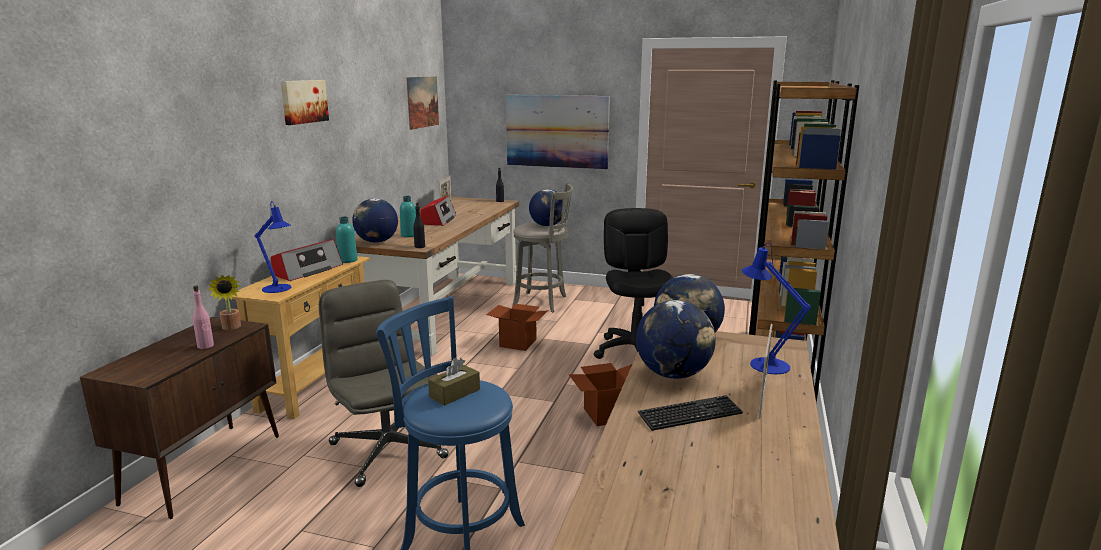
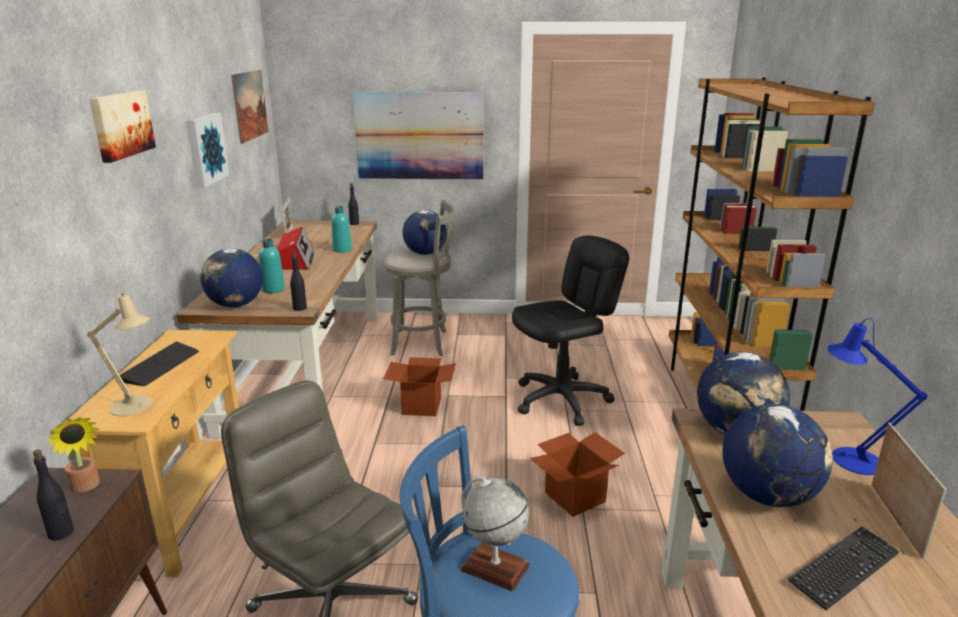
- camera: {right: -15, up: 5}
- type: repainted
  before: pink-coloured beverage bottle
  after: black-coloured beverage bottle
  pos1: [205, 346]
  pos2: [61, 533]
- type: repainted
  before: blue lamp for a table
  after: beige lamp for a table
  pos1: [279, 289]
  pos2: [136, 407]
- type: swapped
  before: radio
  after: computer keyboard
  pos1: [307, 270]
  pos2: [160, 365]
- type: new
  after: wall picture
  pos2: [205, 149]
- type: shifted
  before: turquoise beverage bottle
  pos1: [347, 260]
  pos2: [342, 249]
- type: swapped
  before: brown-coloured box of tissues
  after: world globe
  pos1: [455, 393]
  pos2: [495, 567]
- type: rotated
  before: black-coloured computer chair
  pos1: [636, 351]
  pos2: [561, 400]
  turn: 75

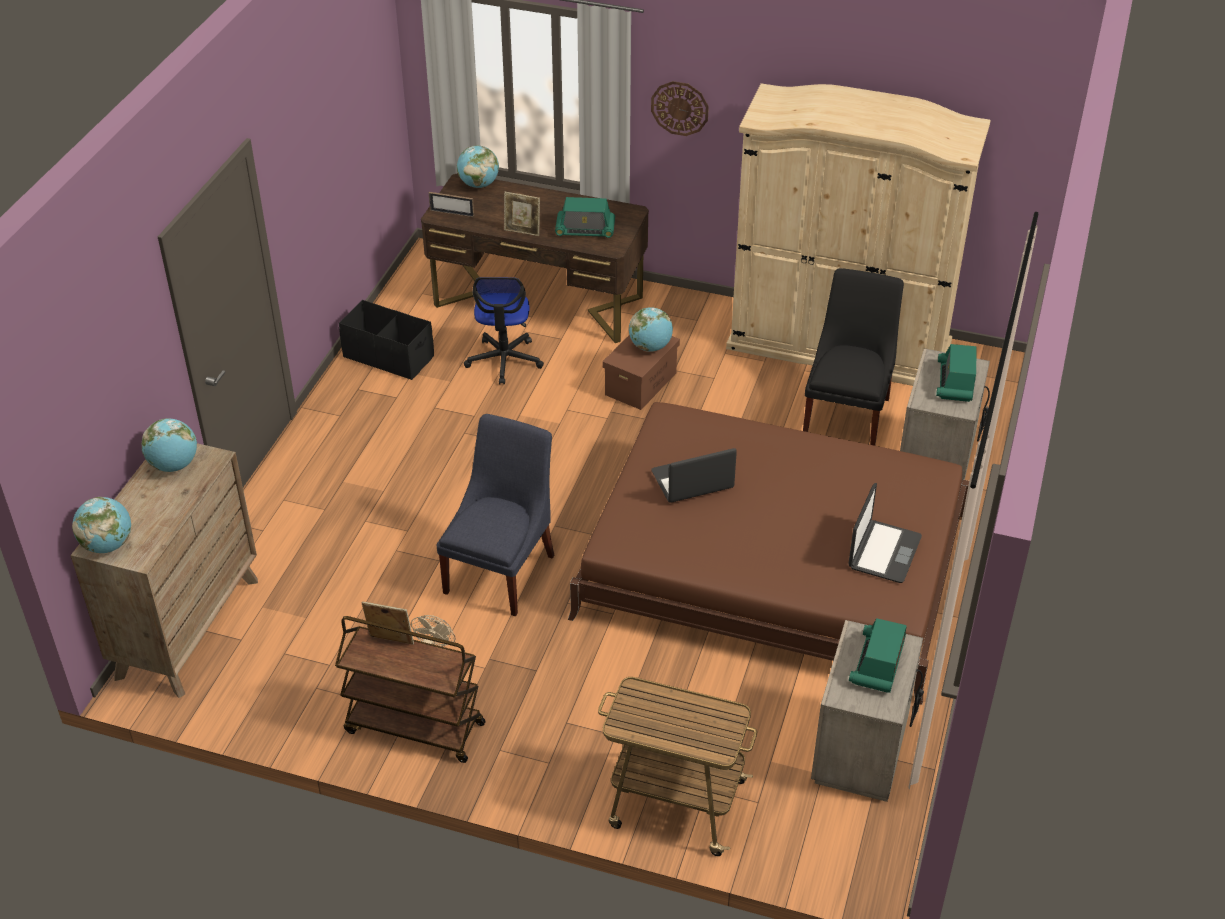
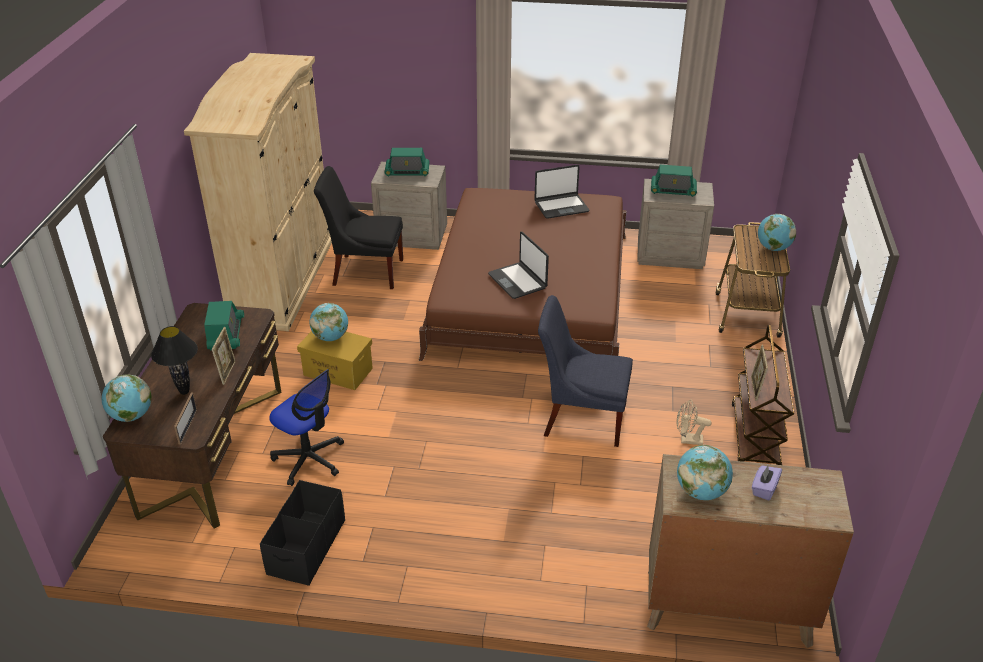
- camera: {right: -100, up: -5}
- type: new
  after: black-coloured lamp for a table
  pos2: [184, 392]
- type: rotated
  before: computer chair
  pos1: [504, 360]
  pos2: [309, 459]
  turn: 45
- type: repainted
  before: brown-coloured storage container
  after: yellow storage container
  pos1: [641, 383]
  pos2: [337, 372]
- type: rotated
  before: notebook computer
  pos1: [883, 552]
  pos2: [561, 206]
  turn: 150
- type: new
  after: purple-coloured box of tissues
  pos2: [764, 489]
- type: shifted
  before: world globe
  pos1: [107, 545]
  pos2: [773, 248]
- type: gone
  before: clock on the wall
  pos1: [680, 108]

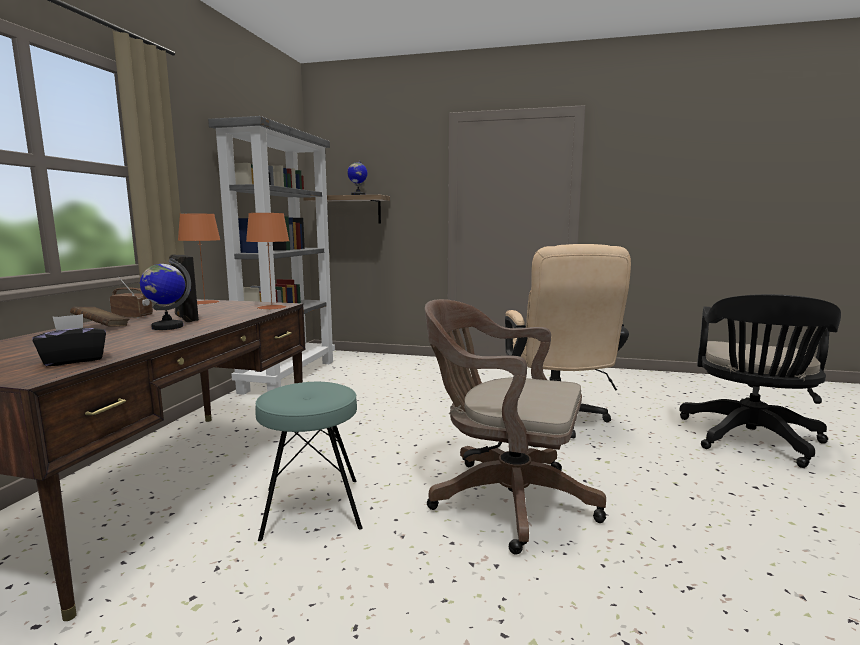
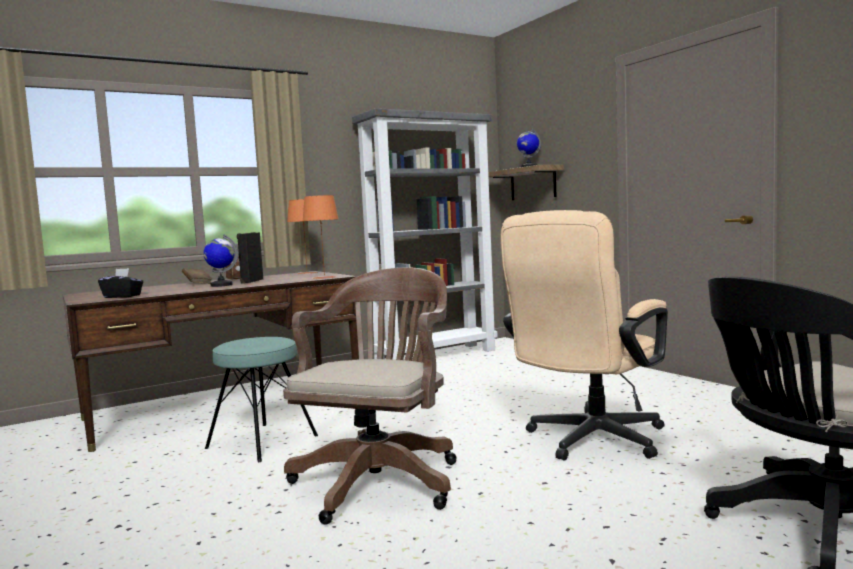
- camera: {right: 45, up: -5}
- type: rotated
  before: brown-coloured computer chair
  pos1: [503, 499]
  pos2: [380, 480]
  turn: 45

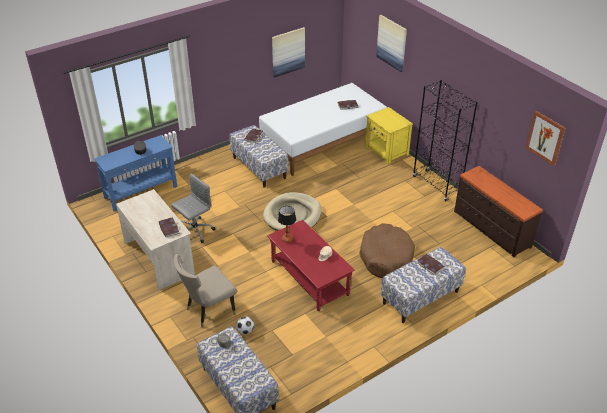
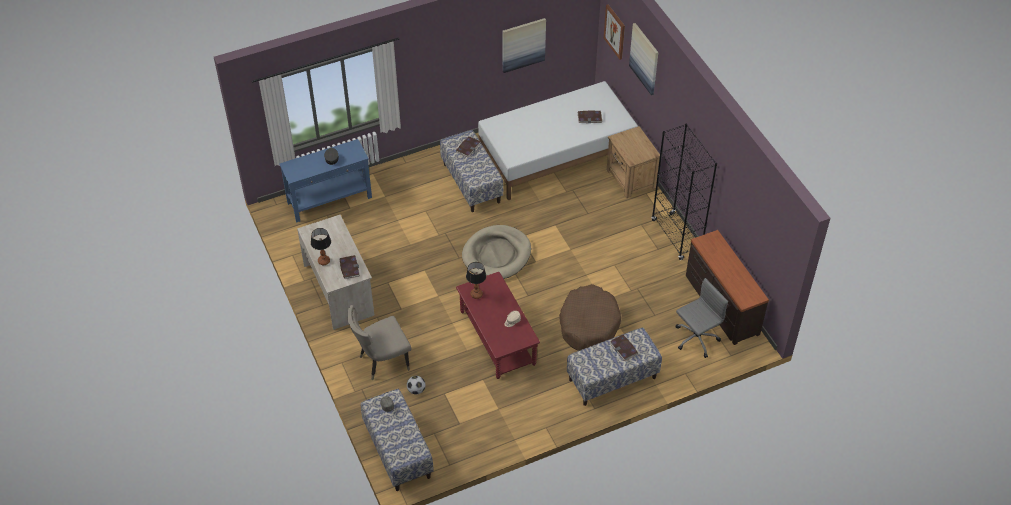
- camera: {right: 10, up: 10}
- type: new
  after: lamp for a table
  pos2: [323, 261]
- type: shifted
  before: wall picture
  pos1: [545, 137]
  pos2: [615, 31]
- type: repainted
  before: yellow night table
  after: brown-coloured night table
  pos1: [386, 151]
  pos2: [631, 179]
- type: shifted
  before: grey computer chair
  pos1: [194, 231]
  pos2: [695, 339]

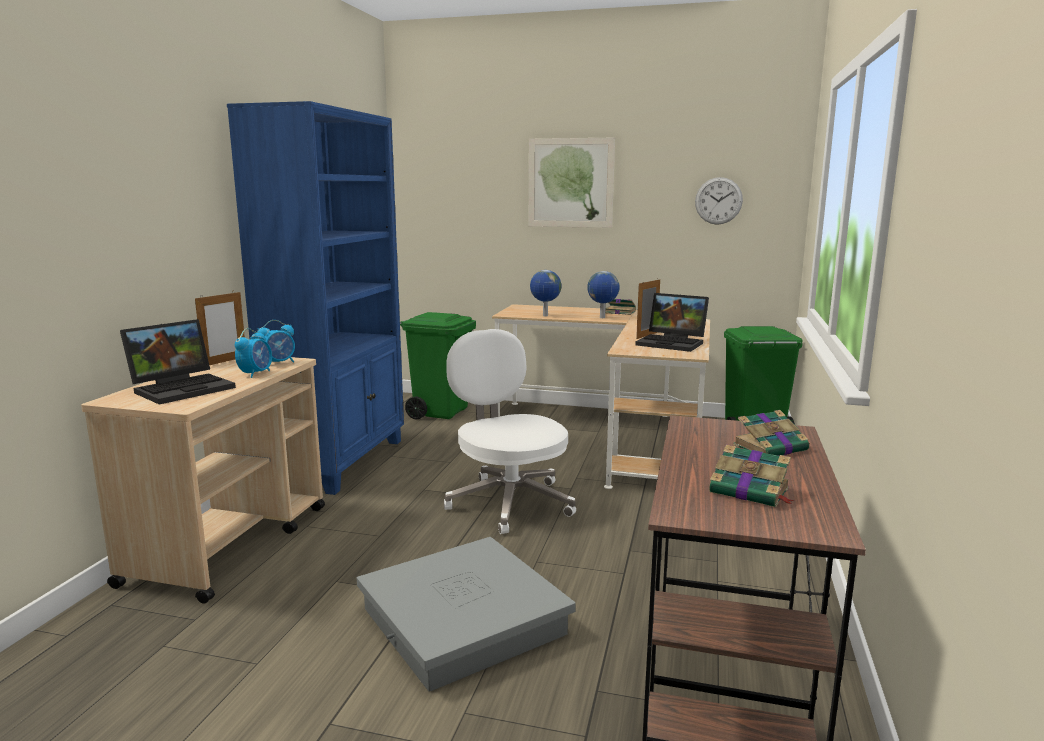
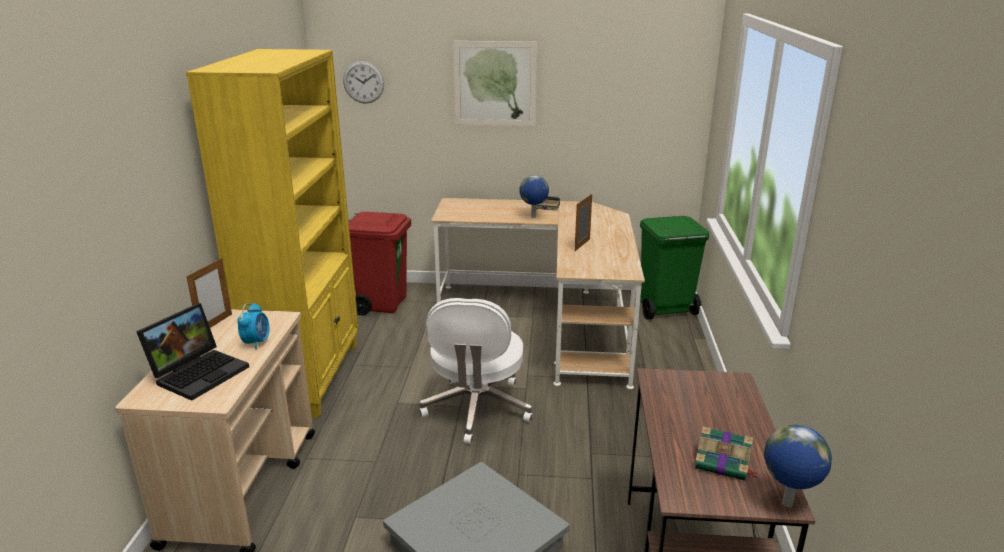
- camera: {right: -10, up: 10}
- type: repainted
  before: blue bookcase
  after: yellow bookcase
  pos1: [341, 461]
  pos2: [309, 376]
- type: shifted
  before: clock on the wall
  pos1: [718, 201]
  pos2: [363, 82]
- type: repainted
  before: green-coloured trash can
  after: red trash can
  pos1: [440, 412]
  pos2: [382, 304]
- type: rotated
  before: white-coloured computer chair
  pos1: [509, 502]
  pos2: [476, 410]
  turn: -135
- type: shifted
  before: world globe
  pos1: [545, 316]
  pos2: [787, 504]
- type: gone
  before: bedside clock
  pos1: [279, 363]
- type: gone
  before: notebook computer
  pos1: [673, 343]
- type: gone
  before: book
  pos1: [771, 447]

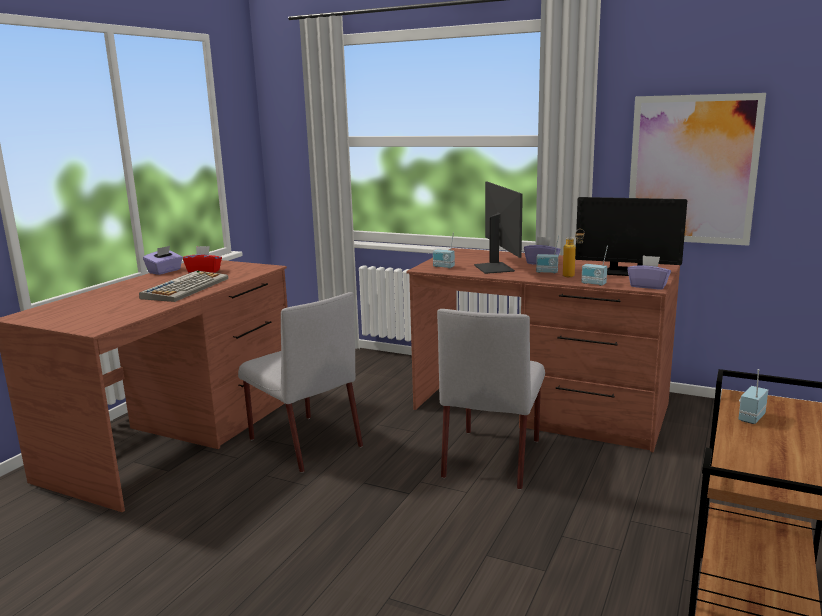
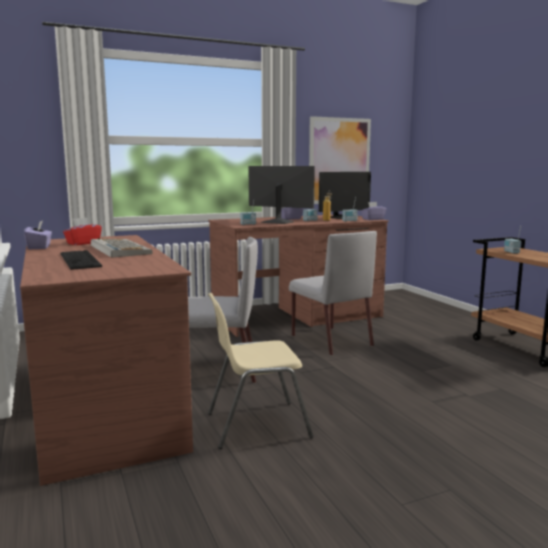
- camera: {right: -50, up: -5}
- type: new
  after: computer keyboard
  pos2: [79, 260]
- type: new
  after: beige chair
  pos2: [255, 424]

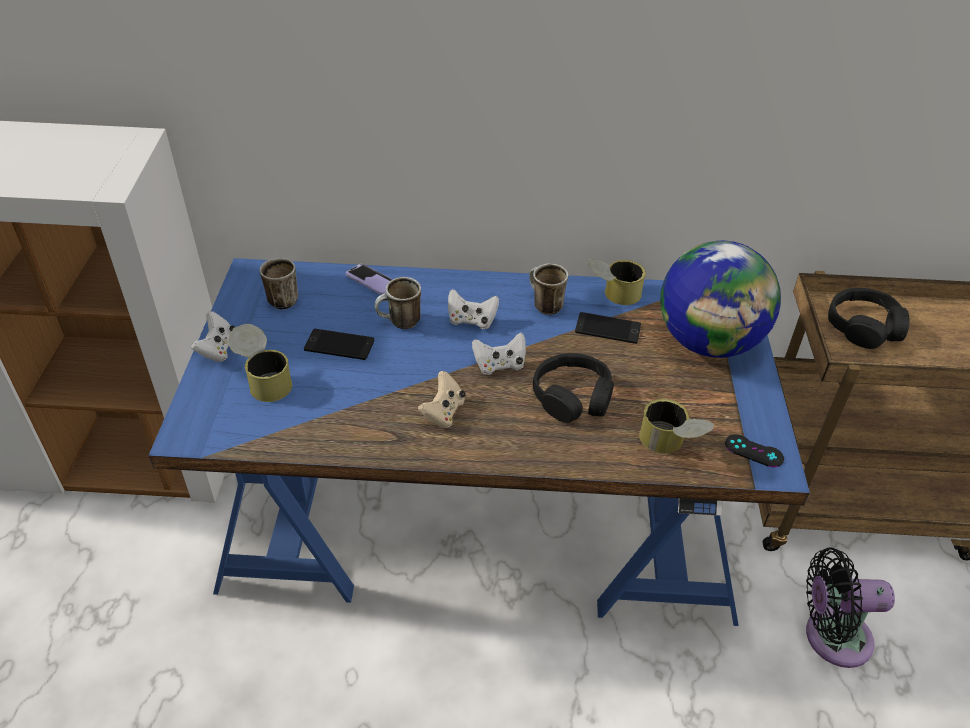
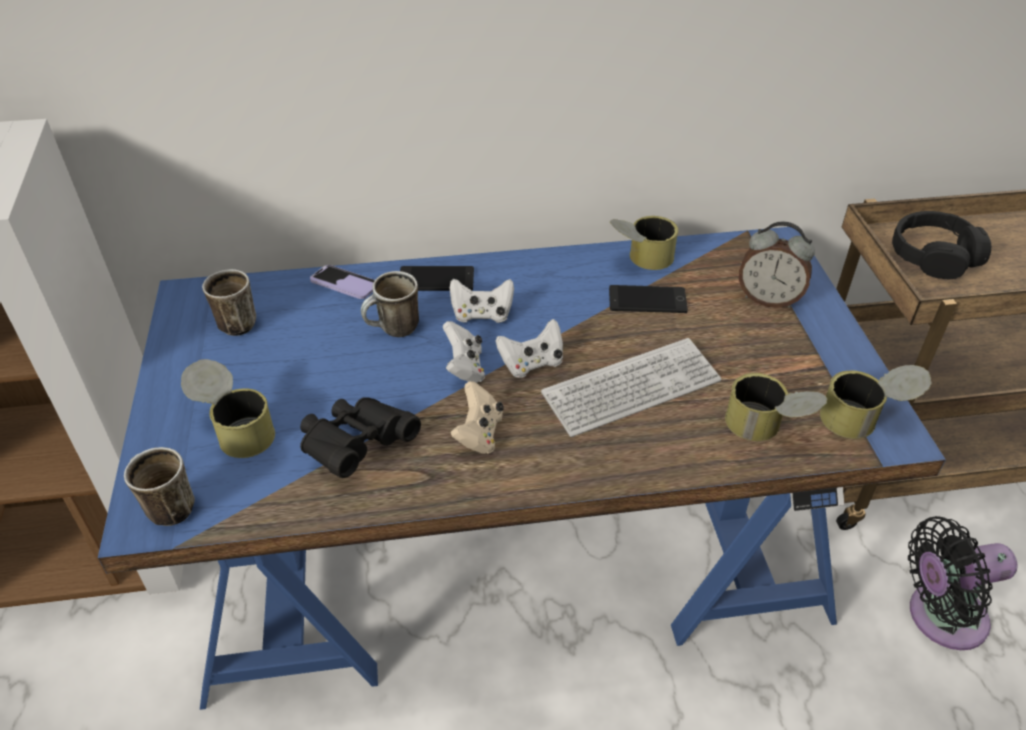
- camera: {right: -10, up: 0}
- type: shifted
  before: coffee mug
  pos1: [543, 305]
  pos2: [165, 508]
- type: new
  after: black-coloured binoculars
  pos2: [357, 446]
- type: shifted
  before: handset
  pos1: [339, 345]
  pos2: [436, 279]
- type: shifted
  before: white-coloured joypad
  pos1: [218, 349]
  pos2: [465, 368]
- type: swapped
  before: black-coloured headphones
  after: computer keyboard
  pos1: [572, 397]
  pos2: [631, 389]
- type: swapped
  before: world globe
  after: bedside clock
  pos1: [708, 342]
  pos2: [768, 299]
- type: swapped
  before: black-coloured joypad
  after: sealed can
  pos1: [754, 451]
  pos2: [865, 420]

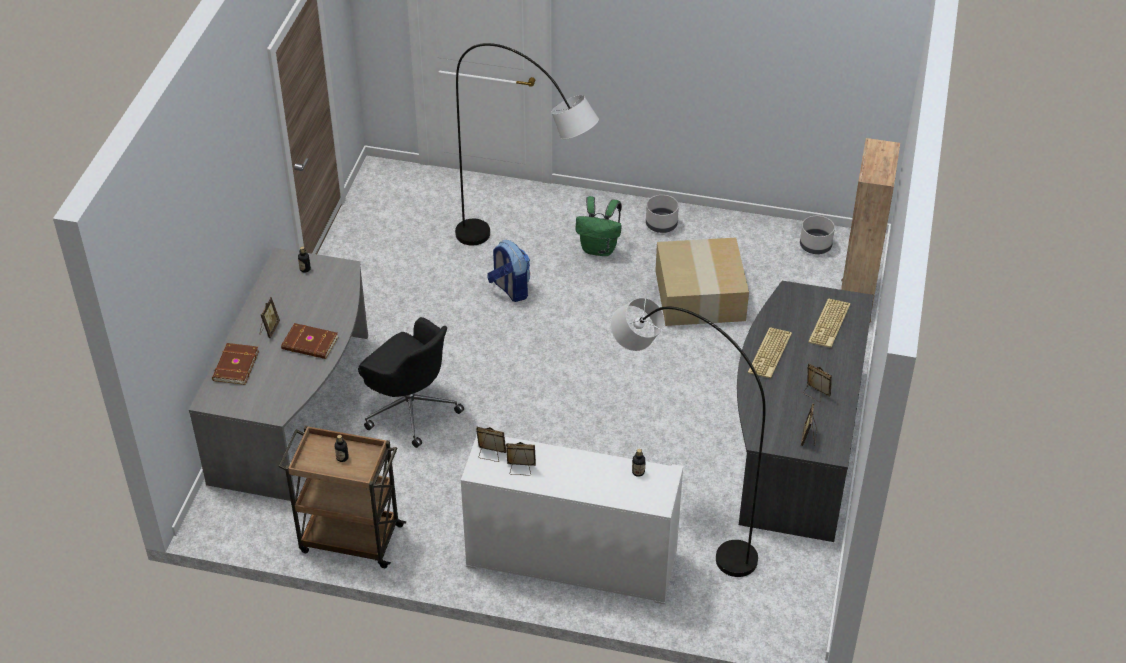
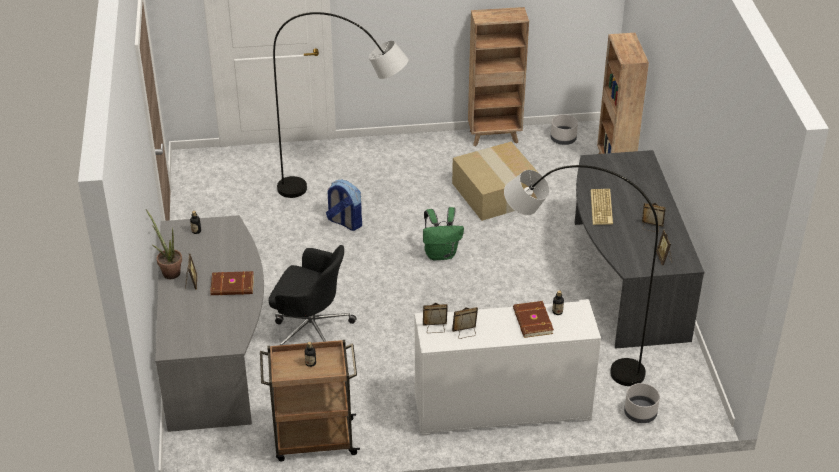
- camera: {right: -20, up: -5}
- type: new
  after: houseplant
  pos2: [169, 271]
- type: shifted
  before: green-coloured backpack
  pos1: [599, 249]
  pos2: [441, 254]
- type: new
  after: brown-coloured bookcase
  pos2: [495, 137]
- type: shifted
  before: brown-coloured book
  pos1: [235, 366]
  pos2: [532, 321]
- type: shifted
  before: grey planter
  pos1: [661, 224]
  pos2: [640, 413]
- type: gone
  before: computer keyboard
  pos1: [830, 324]

